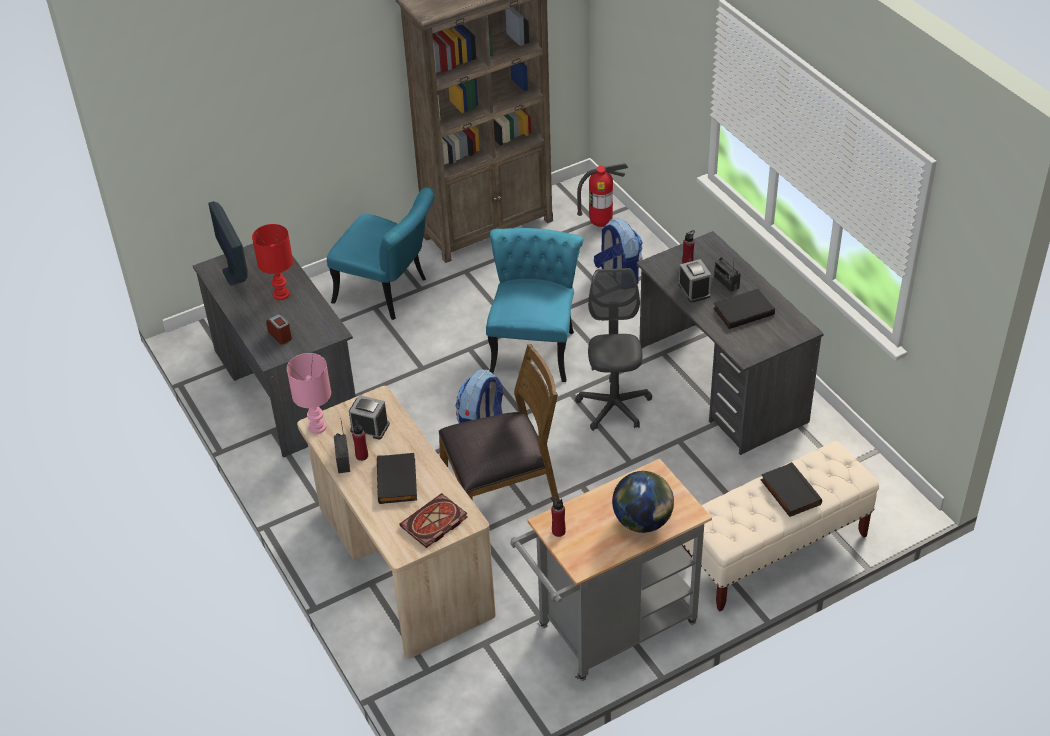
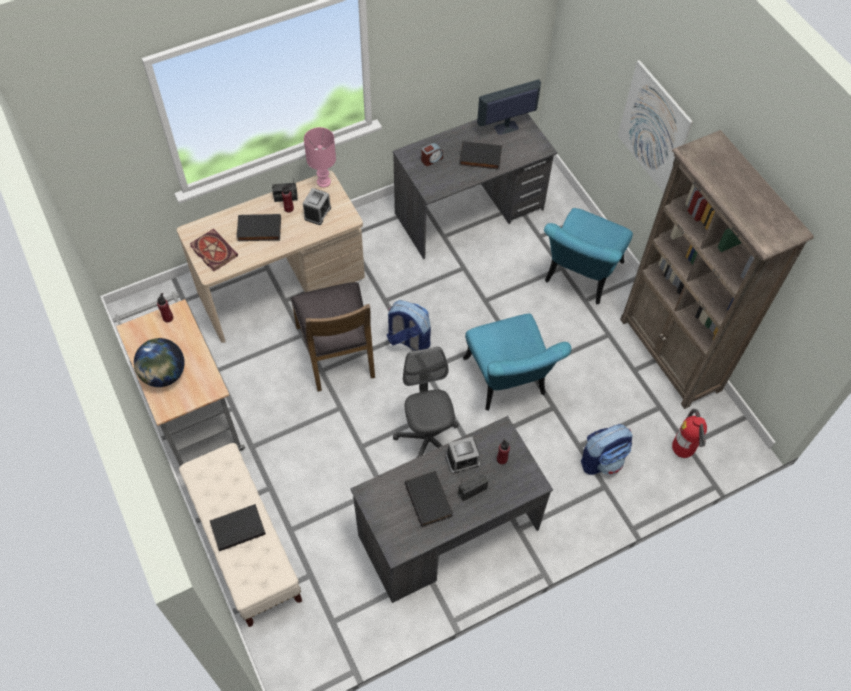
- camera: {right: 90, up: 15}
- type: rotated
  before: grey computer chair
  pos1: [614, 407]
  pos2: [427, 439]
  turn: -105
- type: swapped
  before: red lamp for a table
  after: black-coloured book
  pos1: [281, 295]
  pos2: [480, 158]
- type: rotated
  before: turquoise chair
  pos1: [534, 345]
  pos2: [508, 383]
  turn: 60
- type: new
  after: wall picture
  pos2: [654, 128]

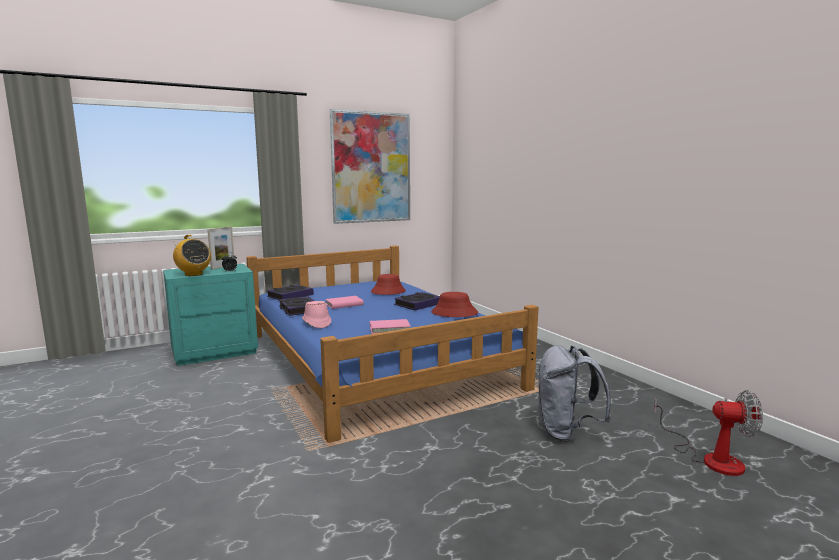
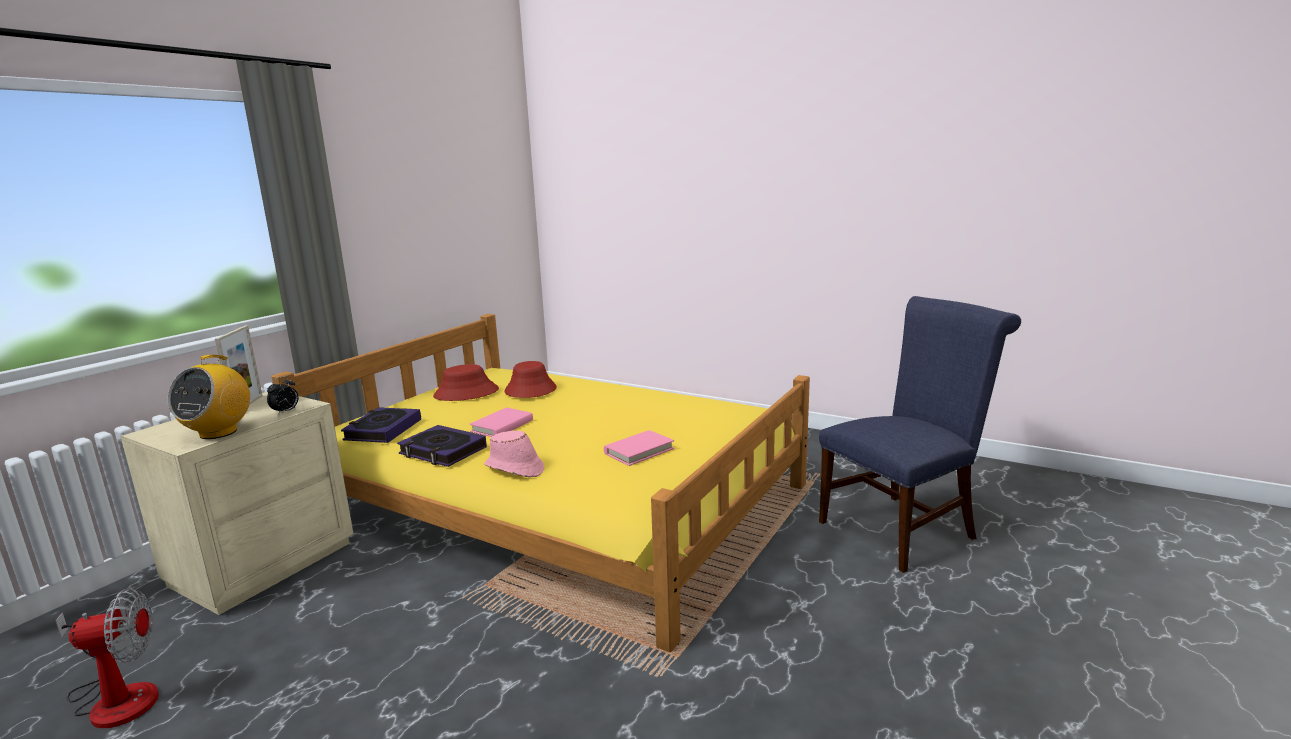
- camera: {right: -30, up: 5}
- type: shifted
  before: electric fan
  pos1: [710, 458]
  pos2: [117, 697]
- type: repainted
  before: turquoise night table
  after: beige night table
  pos1: [214, 351]
  pos2: [262, 563]
- type: rotated
  before: radio
  pos1: [193, 274]
  pos2: [218, 432]
  turn: 90
- type: repainted
  before: blue bed
  after: yellow bed
  pos1: [374, 359]
  pos2: [559, 499]
- type: shifted
  before: red wearable hat
  pos1: [454, 313]
  pos2: [466, 393]
- type: swapped
  before: grey backpack
  after: blue chair
  pos1: [566, 432]
  pos2: [903, 527]
- type: gone
  before: wall picture
  pos1: [371, 167]
- type: gone
  before: book
  pos1: [418, 304]

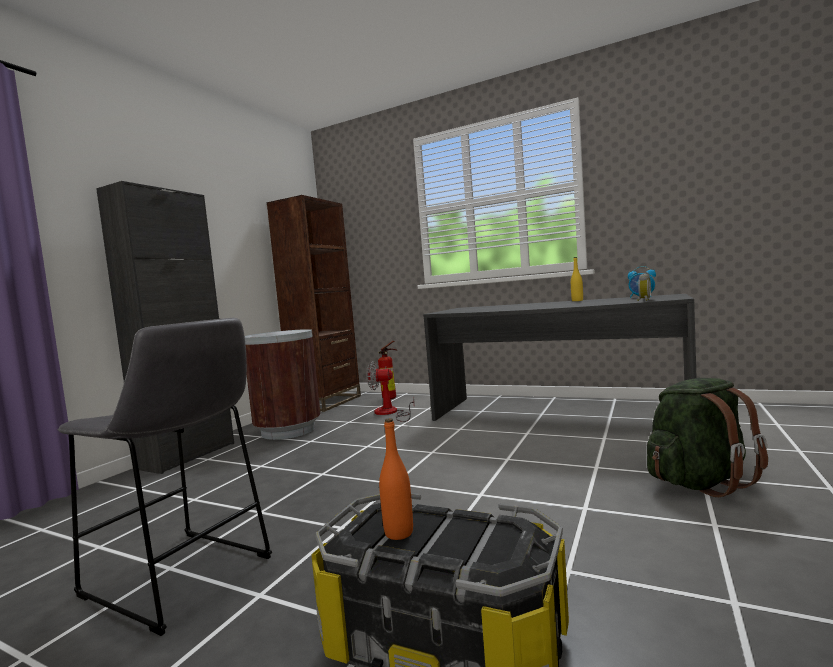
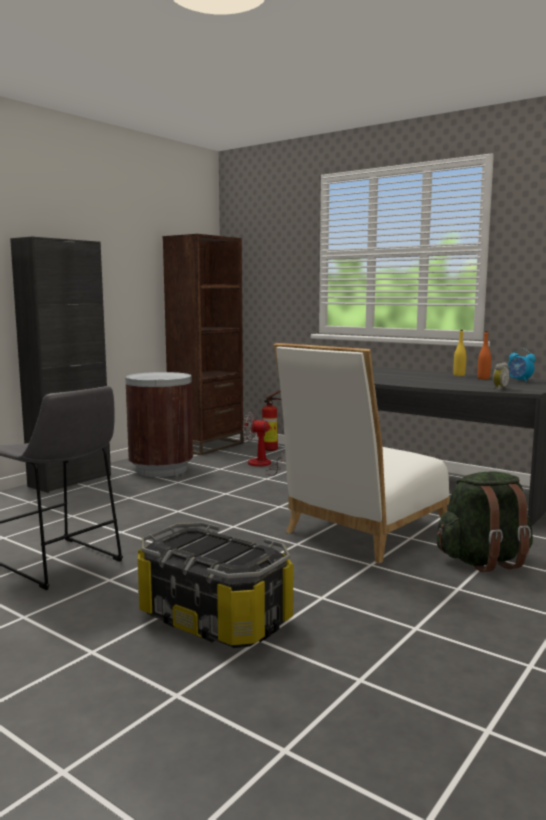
- camera: {right: 10, up: 5}
- type: new
  after: white-coloured chair
  pos2: [362, 532]
- type: shifted
  before: orangey beverage bottle
  pos1: [399, 533]
  pos2: [483, 378]

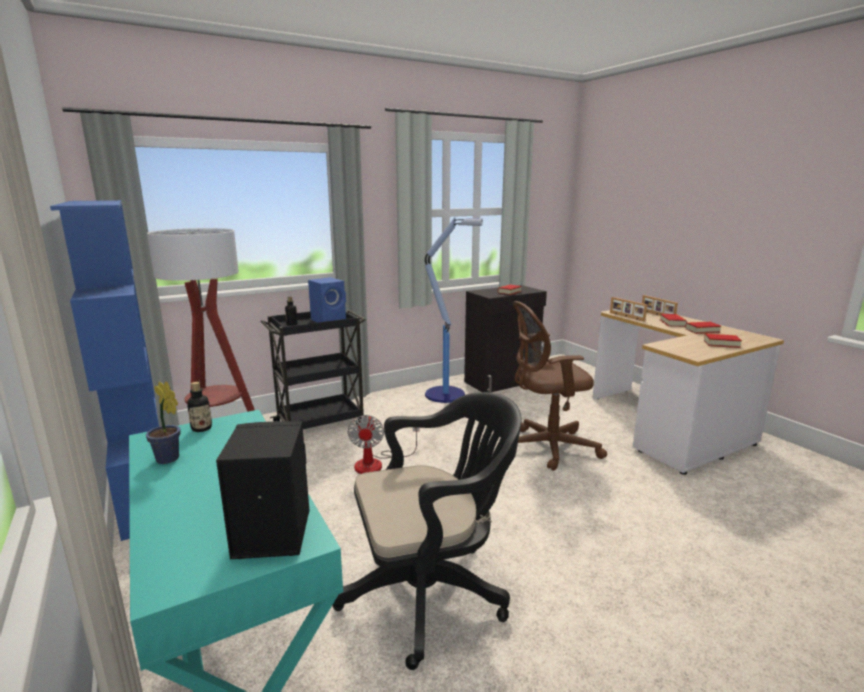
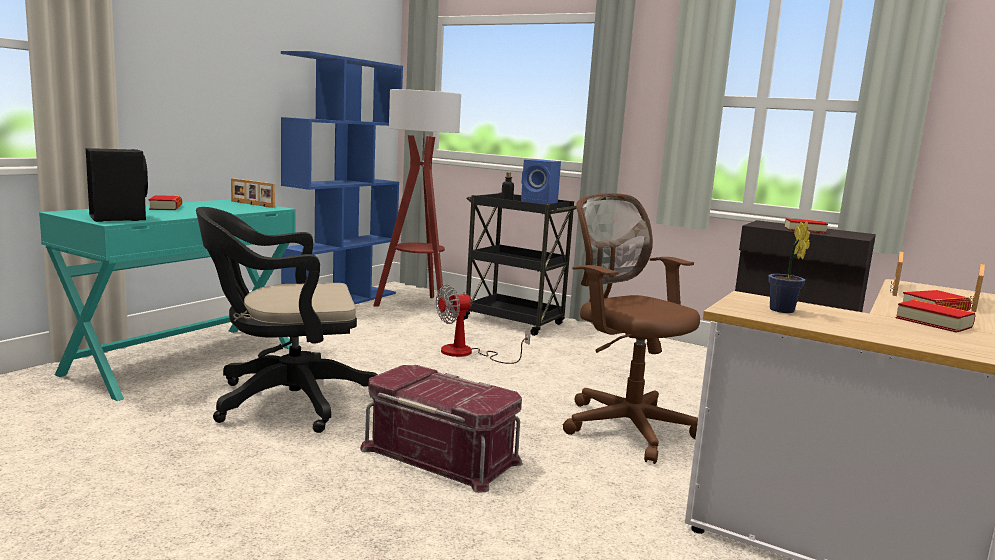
- camera: {right: 60, up: -5}
- type: shifted
  before: book
  pos1: [721, 344]
  pos2: [166, 207]
- type: rotated
  before: black-coloured computer chair
  pos1: [431, 592]
  pos2: [285, 401]
  turn: 120
- type: swapped
  before: beverage bottle
  after: picture frame
  pos1: [201, 428]
  pos2: [251, 204]
- type: new
  after: red storage container
  pos2: [442, 454]
- type: shifted
  before: houseplant
  pos1: [169, 459]
  pos2: [783, 311]
- type: gone
  before: standard lamp
  pos1: [446, 395]

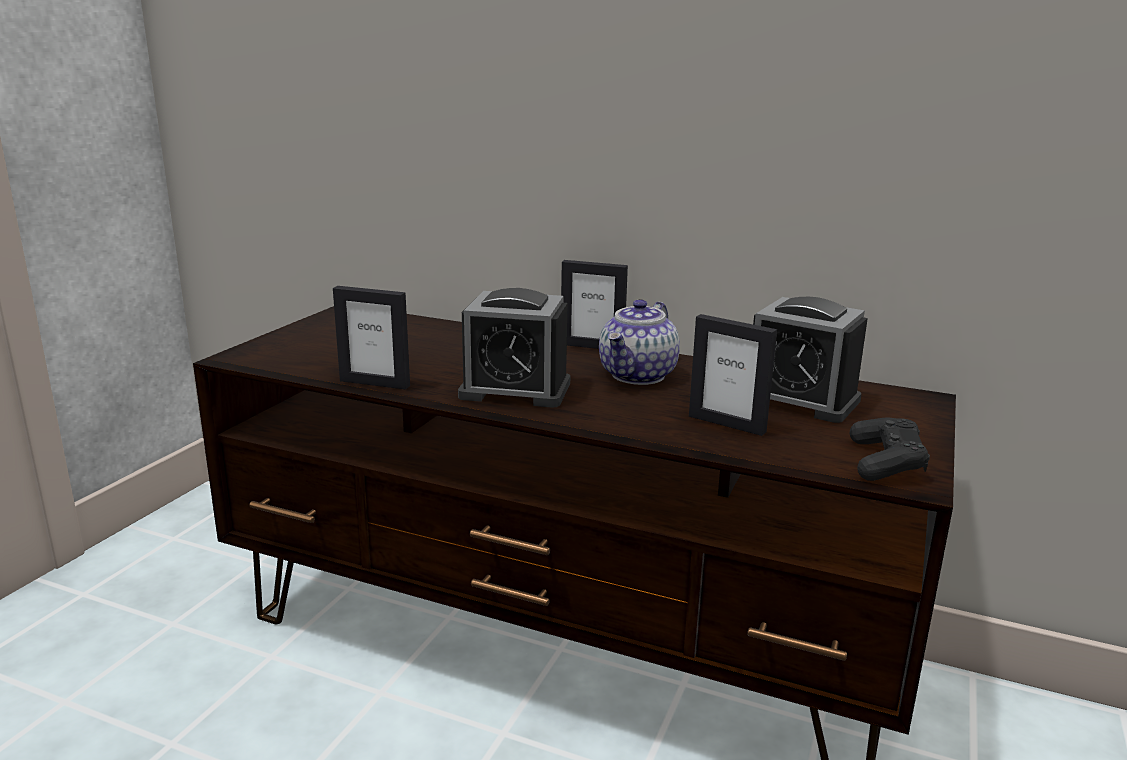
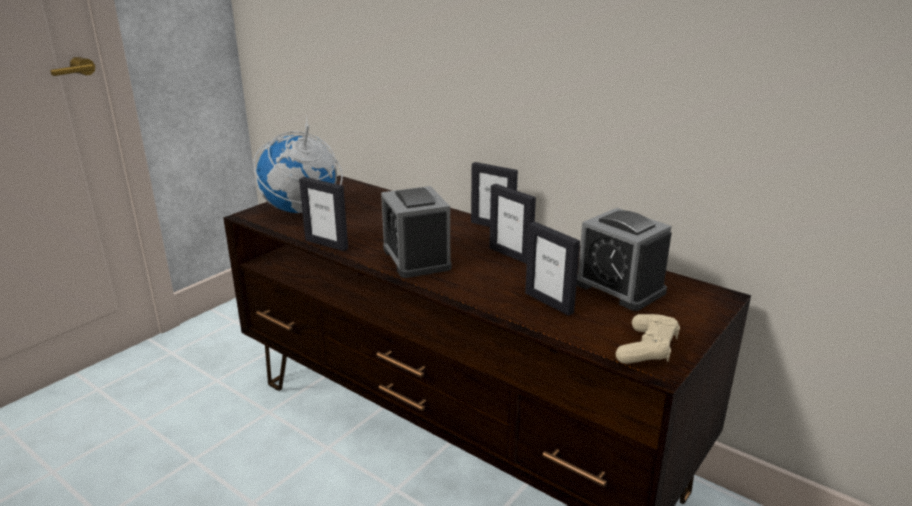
- camera: {right: 15, up: 5}
- type: new
  after: world globe
  pos2: [300, 211]
- type: rotated
  before: bedside clock
  pos1: [515, 390]
  pos2: [416, 258]
  turn: 45
- type: swapped
  before: teapot
  after: picture frame
  pos1: [638, 376]
  pos2: [510, 254]
- type: repainted
  before: black-coloured joypad
  after: beige joypad
  pos1: [885, 462]
  pos2: [647, 349]

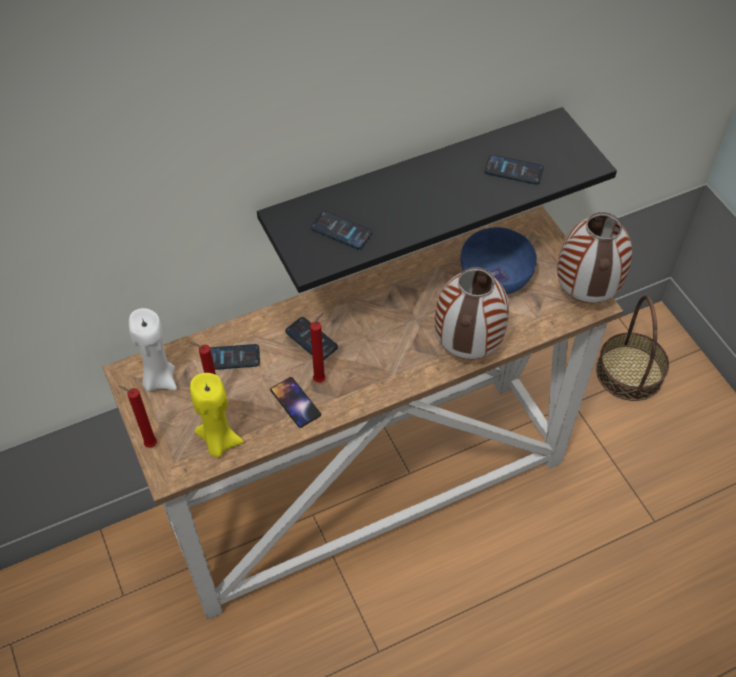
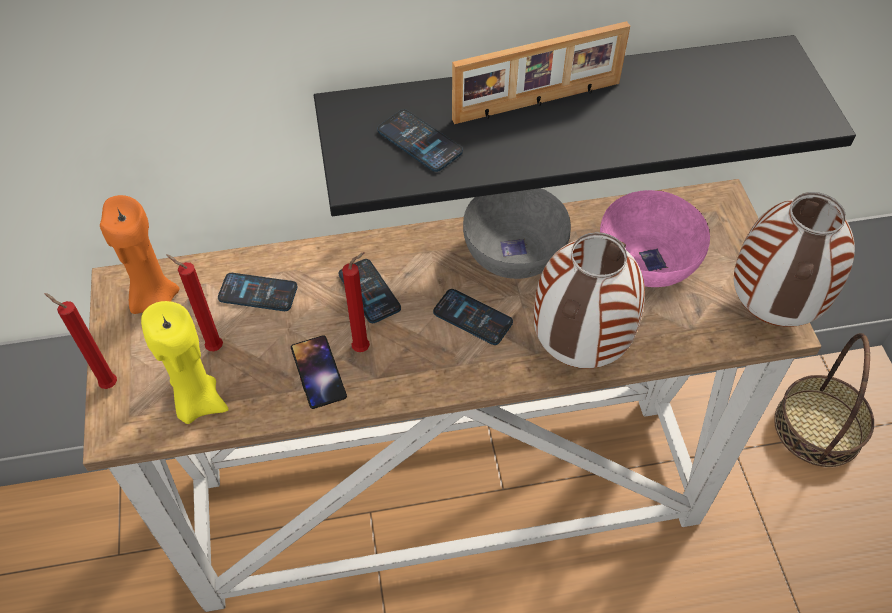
- camera: {right: 15, up: 0}
- type: repainted
  before: white-coloured wax candle
  after: orangey wax candle
  pos1: [159, 379]
  pos2: [155, 300]
- type: shifted
  before: handset
  pos1: [513, 170]
  pos2: [472, 317]
- type: new
  after: picture frame
  pos2: [537, 103]
- type: new
  after: grey deep dish
  pos2: [512, 253]
- type: repainted
  before: blue deep dish
  after: pink-coloured deep dish
  pos1: [494, 276]
  pos2: [645, 260]

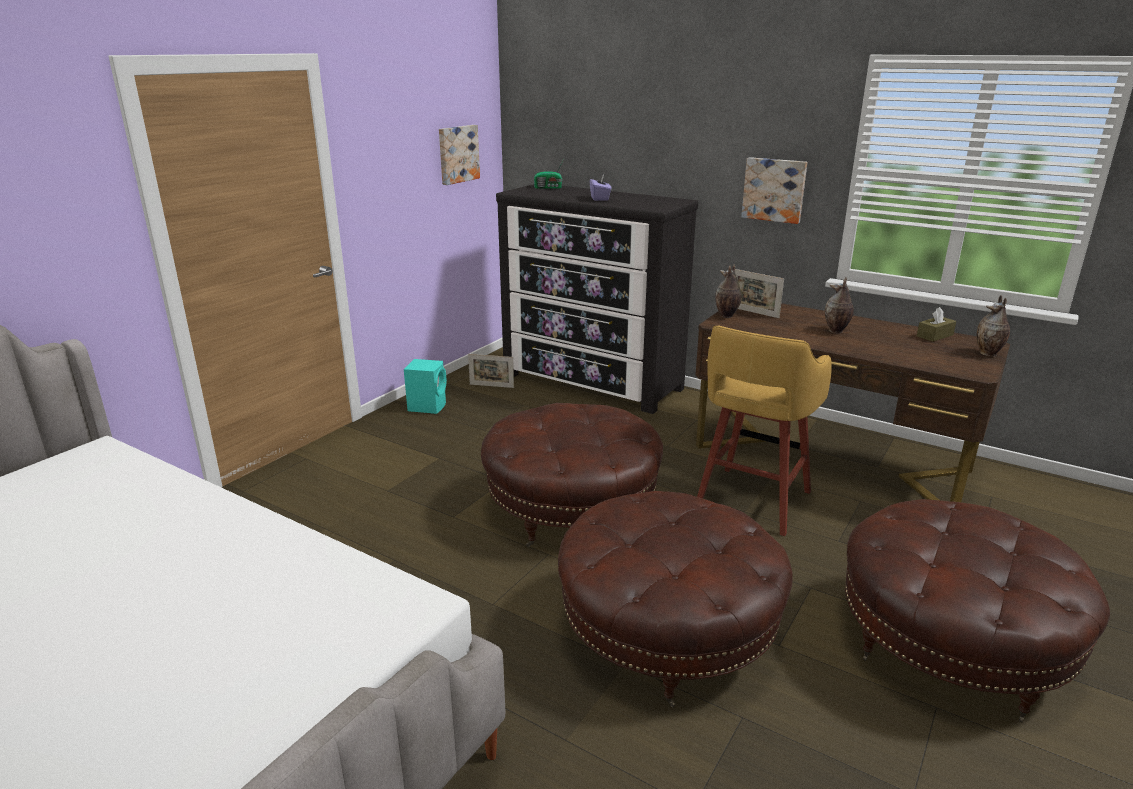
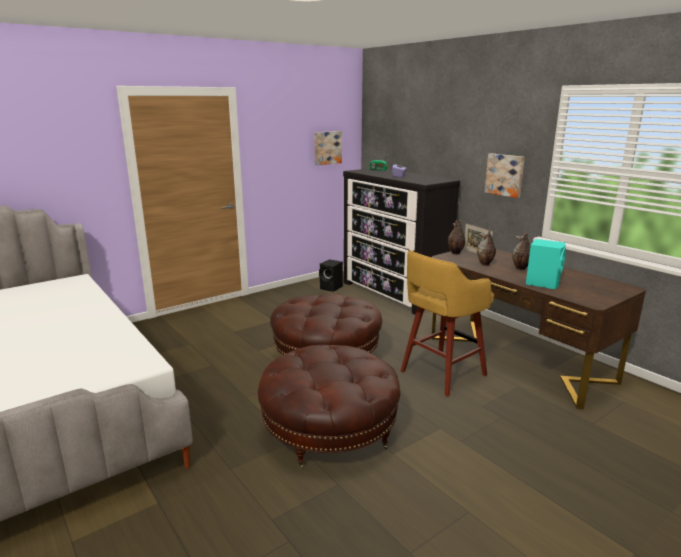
- camera: {right: 20, up: -5}
- type: swapped
  before: picture frame
  after: black-coloured audio speaker
  pos1: [491, 386]
  pos2: [331, 288]
- type: shifted
  before: vase
  pos1: [988, 354]
  pos2: [485, 264]
- type: shifted
  before: turquoise audio speaker
  pos1: [428, 406]
  pos2: [543, 283]
- type: gone
  before: brown-coloured footrest
  pos1: [950, 645]
- type: gone
  before: brown-coloured box of tissues
  pos1: [934, 335]

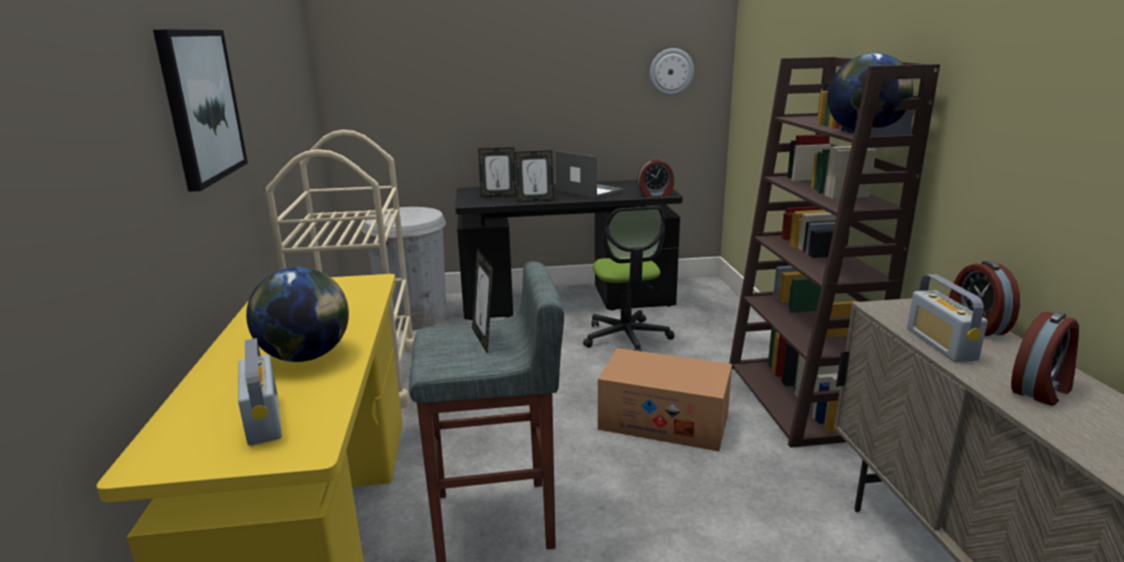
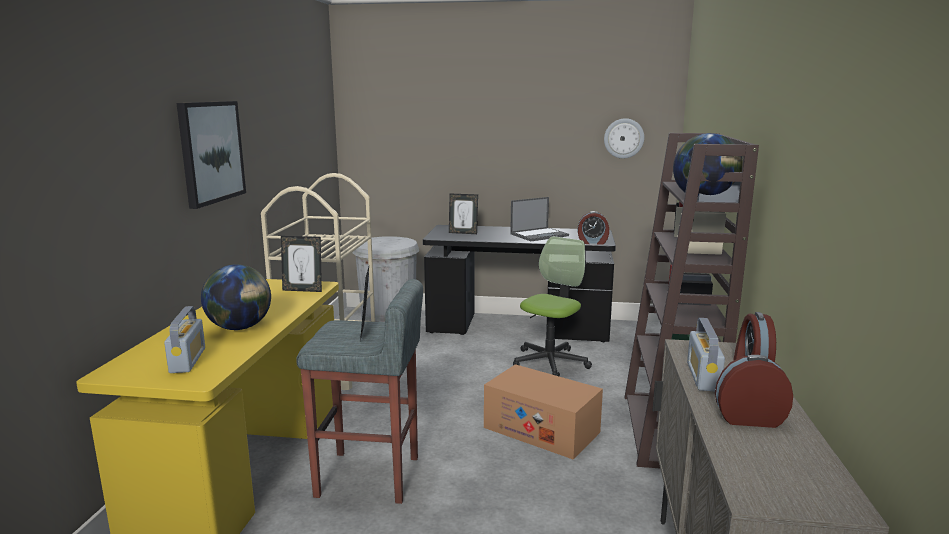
- camera: {right: 15, up: -5}
- type: shifted
  before: picture frame
  pos1: [535, 200]
  pos2: [303, 290]
- type: rotated
  before: notebook computer
  pos1: [589, 191]
  pos2: [539, 235]
  turn: 90
- type: rotated
  before: computer chair
  pos1: [626, 337]
  pos2: [550, 362]
  turn: -150
- type: rotated
  before: bedside clock
  pos1: [1042, 390]
  pos2: [749, 418]
  turn: -150

